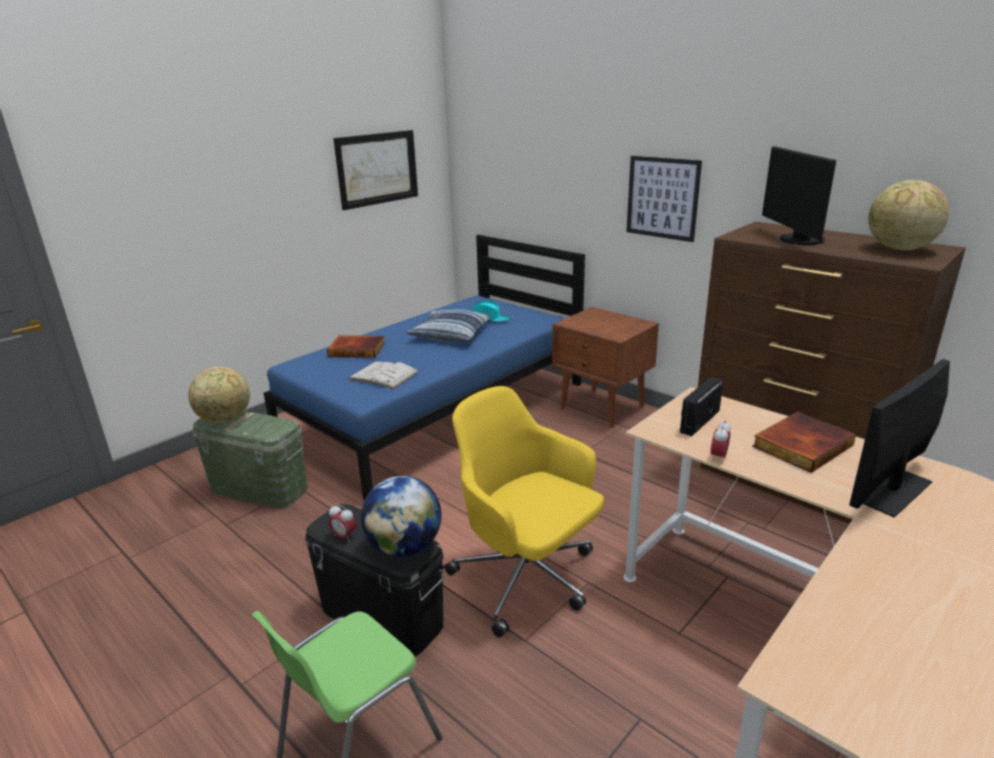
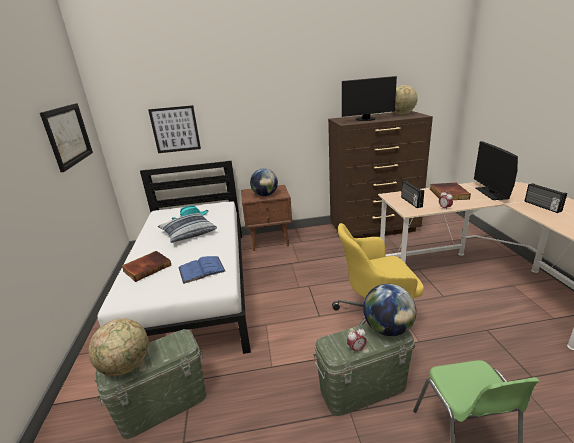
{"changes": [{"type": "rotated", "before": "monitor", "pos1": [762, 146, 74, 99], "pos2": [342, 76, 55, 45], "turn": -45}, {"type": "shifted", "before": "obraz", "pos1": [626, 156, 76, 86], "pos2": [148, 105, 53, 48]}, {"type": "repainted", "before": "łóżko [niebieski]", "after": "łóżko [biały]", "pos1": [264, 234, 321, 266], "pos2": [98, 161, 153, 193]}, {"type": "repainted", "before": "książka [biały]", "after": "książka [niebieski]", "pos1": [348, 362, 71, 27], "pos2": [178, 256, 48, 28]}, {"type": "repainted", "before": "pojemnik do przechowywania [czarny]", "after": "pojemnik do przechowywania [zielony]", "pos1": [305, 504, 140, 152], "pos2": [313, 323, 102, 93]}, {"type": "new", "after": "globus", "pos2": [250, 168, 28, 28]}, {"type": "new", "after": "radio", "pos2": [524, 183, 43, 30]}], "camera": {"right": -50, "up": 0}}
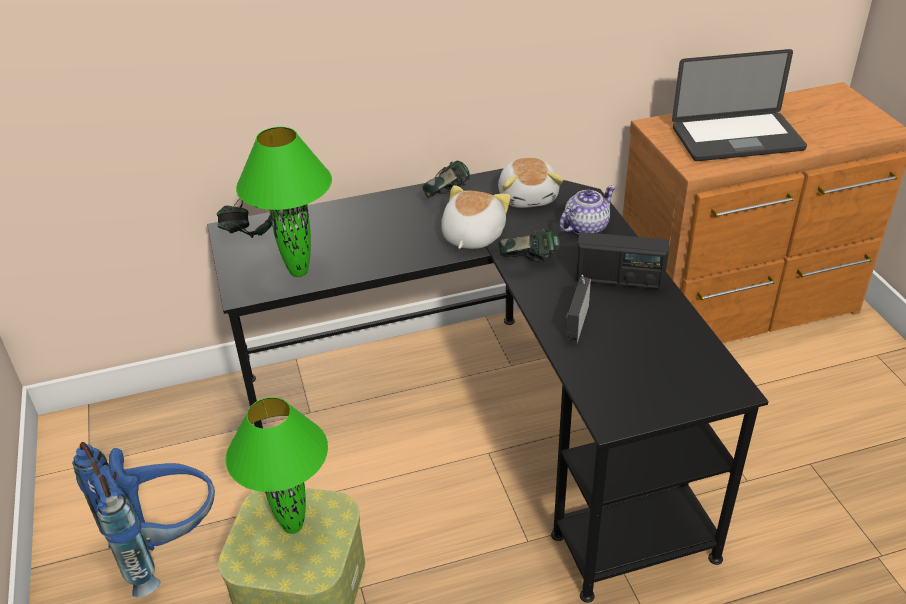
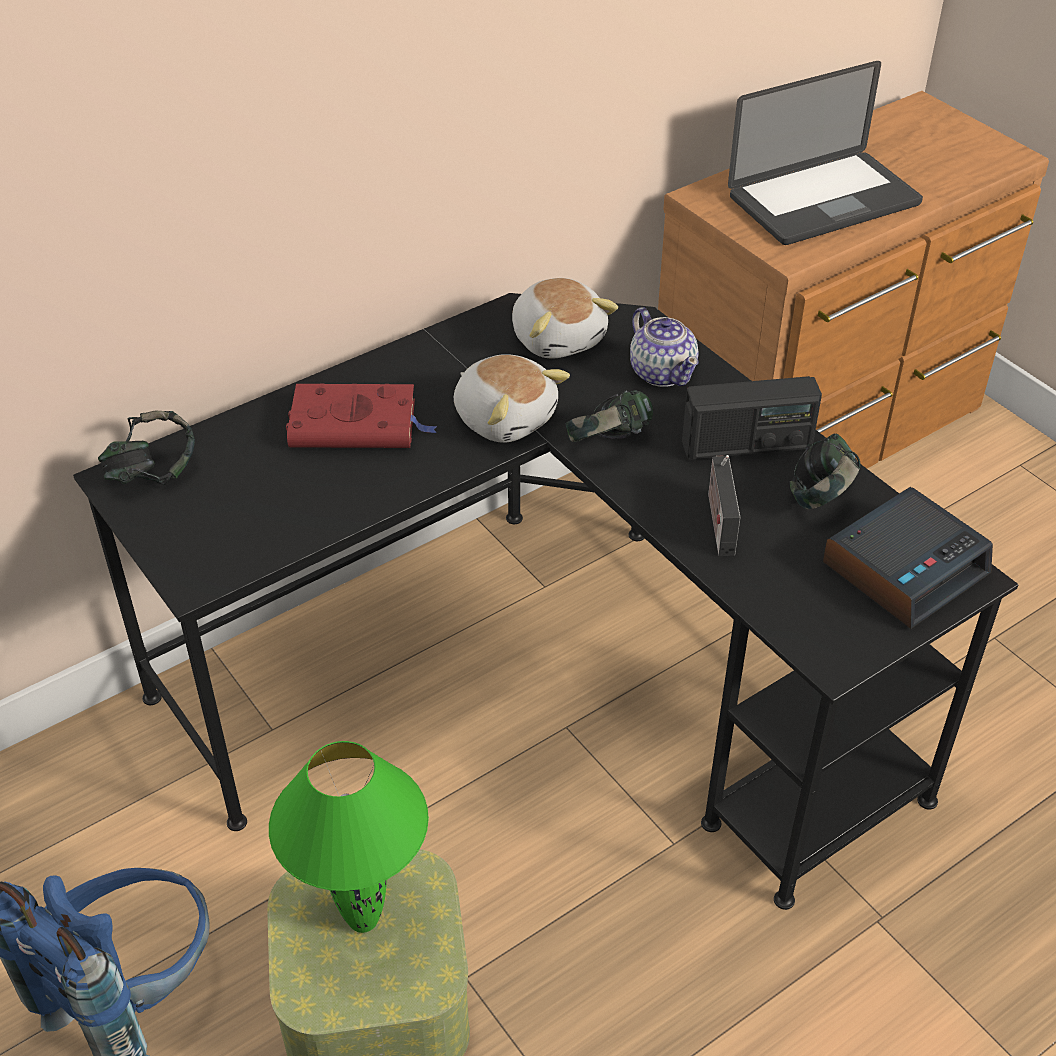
{"changes": [{"type": "gone", "before": "lampa stołowa [zielony]", "pos1": [236, 127, 96, 150]}, {"type": "shifted", "before": "słuchawki", "pos1": [422, 160, 48, 38], "pos2": [789, 434, 72, 75]}, {"type": "rotated", "before": "pluszak", "pos1": [441, 185, 69, 64], "pos2": [454, 354, 116, 89], "turn": 135}, {"type": "rotated", "before": "imbryk", "pos1": [559, 186, 56, 48], "pos2": [630, 307, 68, 80], "turn": 120}, {"type": "new", "after": "książka [czerwony]", "pos2": [286, 384, 151, 64]}, {"type": "new", "after": "budzik", "pos2": [823, 487, 170, 142]}], "camera": {"right": -20, "up": 5}}
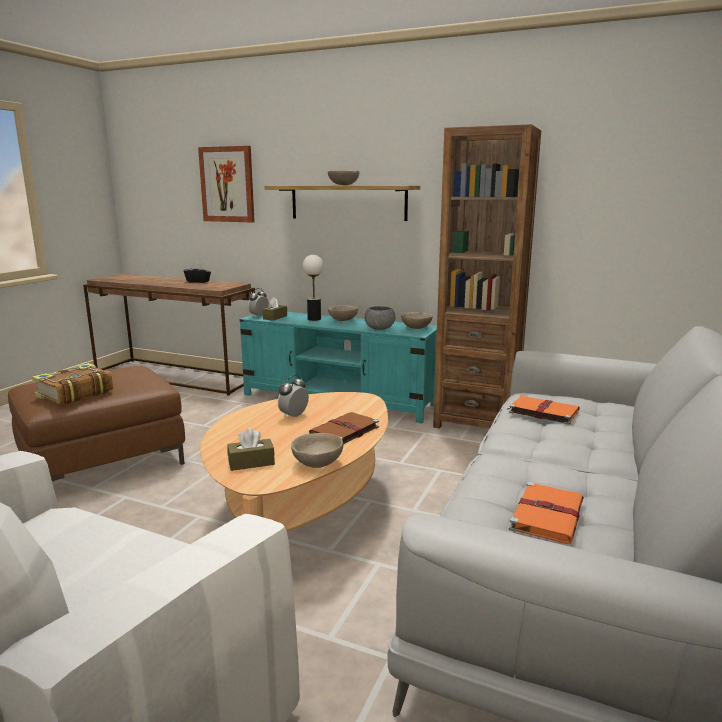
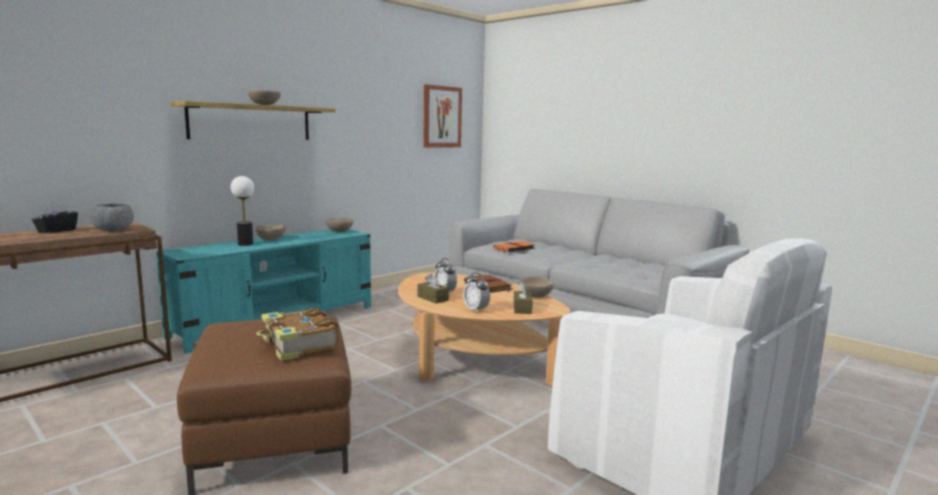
{"changes": [{"type": "gone", "before": "regał [brązowy]", "pos1": [433, 124, 108, 305]}, {"type": "shifted", "before": "obraz", "pos1": [198, 146, 57, 76], "pos2": [423, 85, 39, 63]}, {"type": "shifted", "before": "budzik", "pos1": [248, 288, 21, 29], "pos2": [463, 272, 27, 41]}, {"type": "shifted", "before": "pudełko chusteczek [brązowy]", "pos1": [262, 297, 25, 24], "pos2": [418, 273, 31, 31]}, {"type": "shifted", "before": "miska [szary]", "pos1": [364, 306, 31, 24], "pos2": [90, 203, 44, 28]}, {"type": "gone", "before": "książka [pomarańczowy]", "pos1": [509, 482, 75, 62]}], "camera": {"right": -70, "up": -5}}
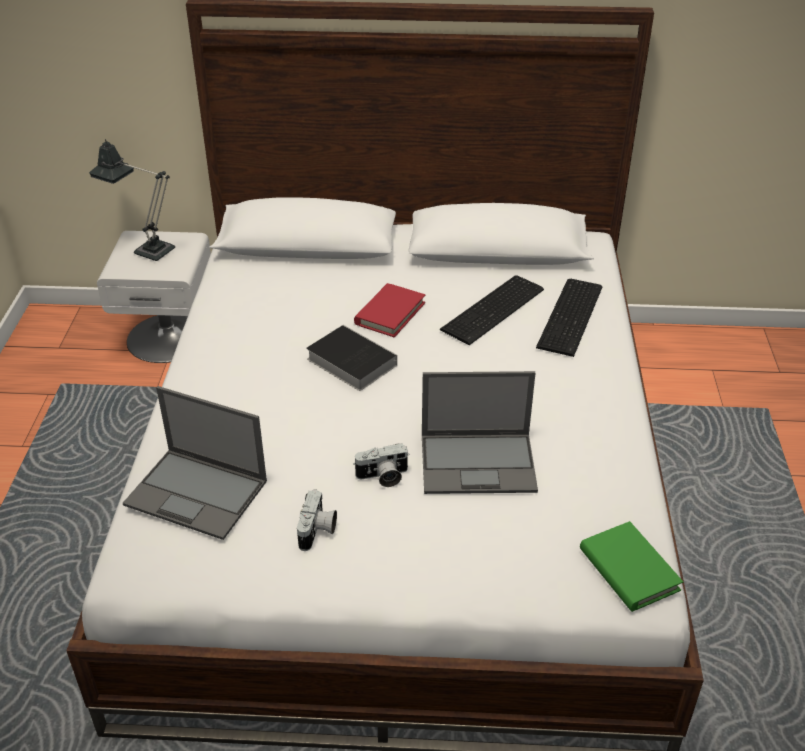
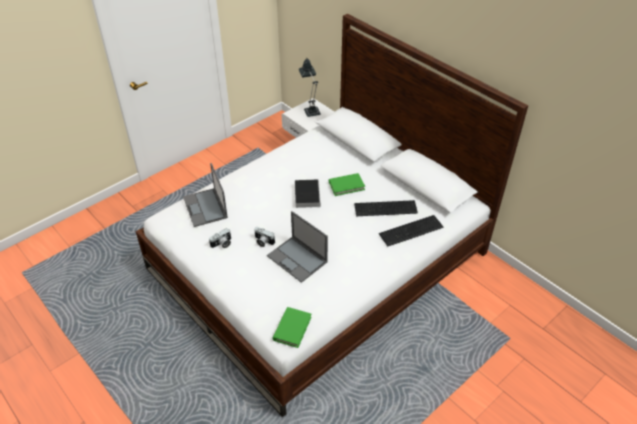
{"changes": [{"type": "repainted", "before": "książka [czerwony]", "after": "książka [zielony]", "pos1": [354, 283, 71, 54], "pos2": [329, 173, 36, 23]}], "camera": {"right": 45, "up": 5}}
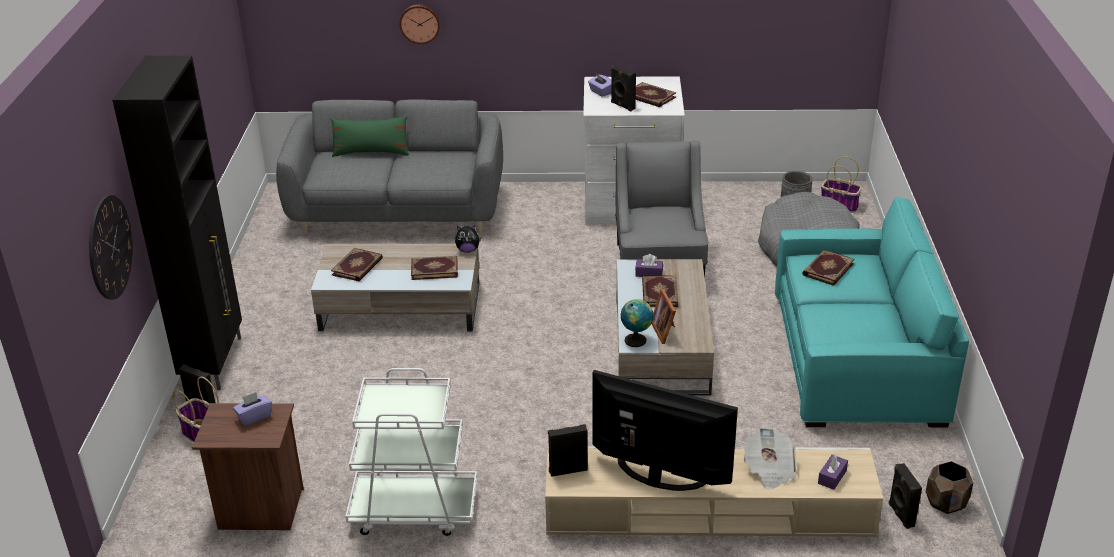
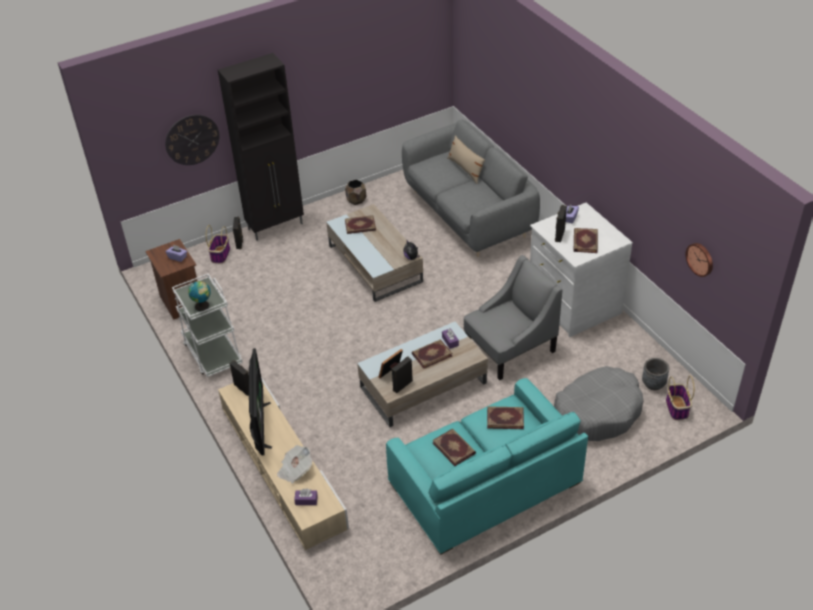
{"changes": [{"type": "shifted", "before": "zegar ścienny", "pos1": [399, 4, 41, 40], "pos2": [686, 243, 27, 34]}, {"type": "repainted", "before": "poduszka [zielony]", "after": "poduszka [beżowy]", "pos1": [331, 116, 78, 41], "pos2": [447, 135, 38, 49]}, {"type": "shifted", "before": "książka", "pos1": [411, 256, 47, 24], "pos2": [432, 428, 44, 38]}, {"type": "shifted", "before": "globus", "pos1": [621, 299, 33, 48], "pos2": [188, 281, 23, 30]}, {"type": "shifted", "before": "donica [brązowy]", "pos1": [926, 461, 47, 53], "pos2": [345, 180, 21, 25]}, {"type": "shifted", "before": "głośnik [czarny]", "pos1": [889, 463, 33, 66], "pos2": [391, 357, 22, 36]}], "camera": {"right": 60, "up": 10}}
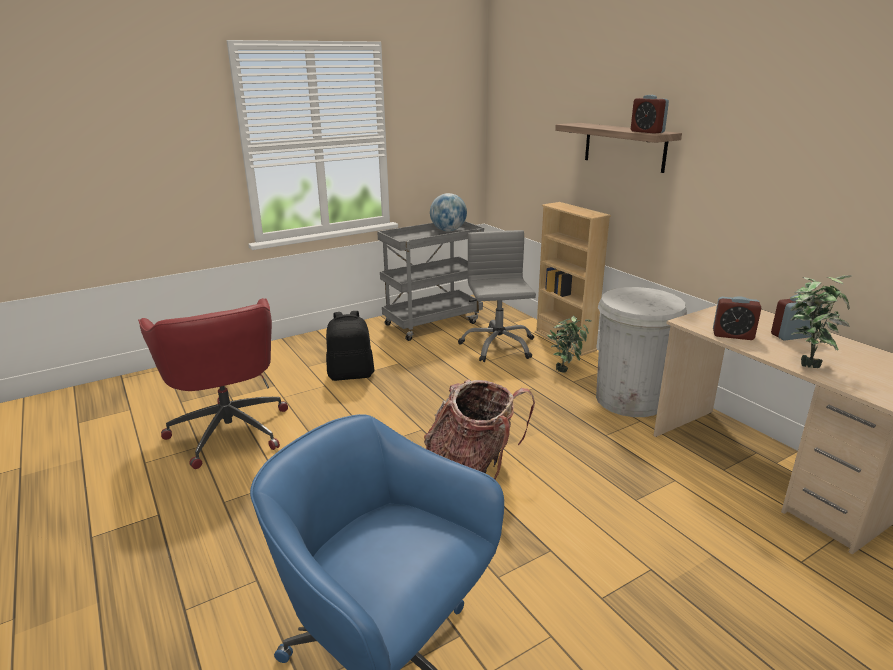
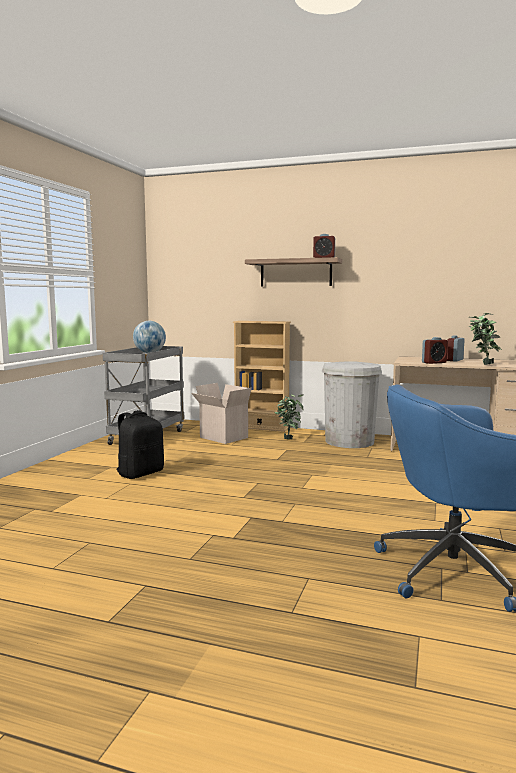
{"changes": [{"type": "swapped", "before": "krzesło biurowe [szary]", "after": "karton", "pos1": [458, 230, 78, 132], "pos2": [191, 383, 61, 61]}, {"type": "gone", "before": "krzesło biurowe [czerwony]", "pos1": [138, 298, 150, 171]}, {"type": "gone", "before": "plecak", "pos1": [424, 379, 111, 100]}], "camera": {"right": -40, "up": -15}}
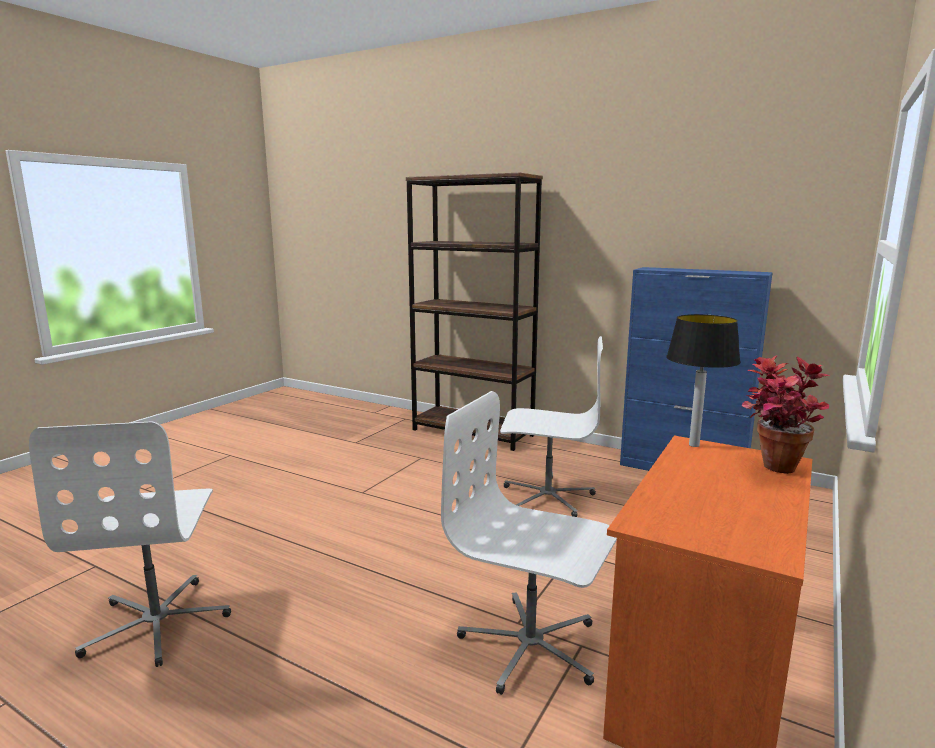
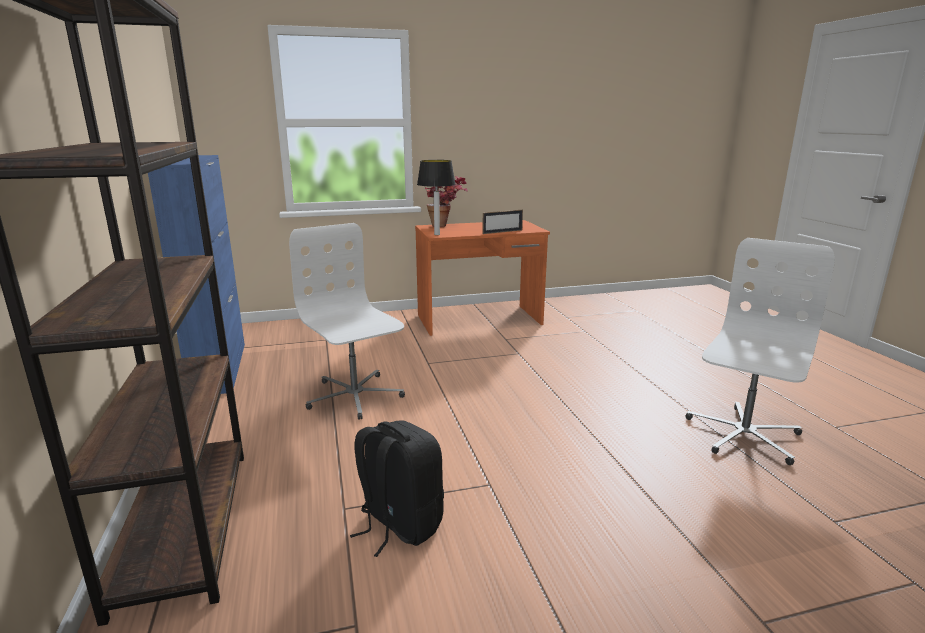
{"changes": [{"type": "gone", "before": "krzesło biurowe [biały]", "pos1": [441, 391, 176, 304]}, {"type": "new", "after": "ramka na zdjęcie", "pos2": [482, 210, 41, 24]}, {"type": "new", "after": "plecak [czarny]", "pos2": [350, 420, 94, 137]}], "camera": {"right": -135, "up": 5}}
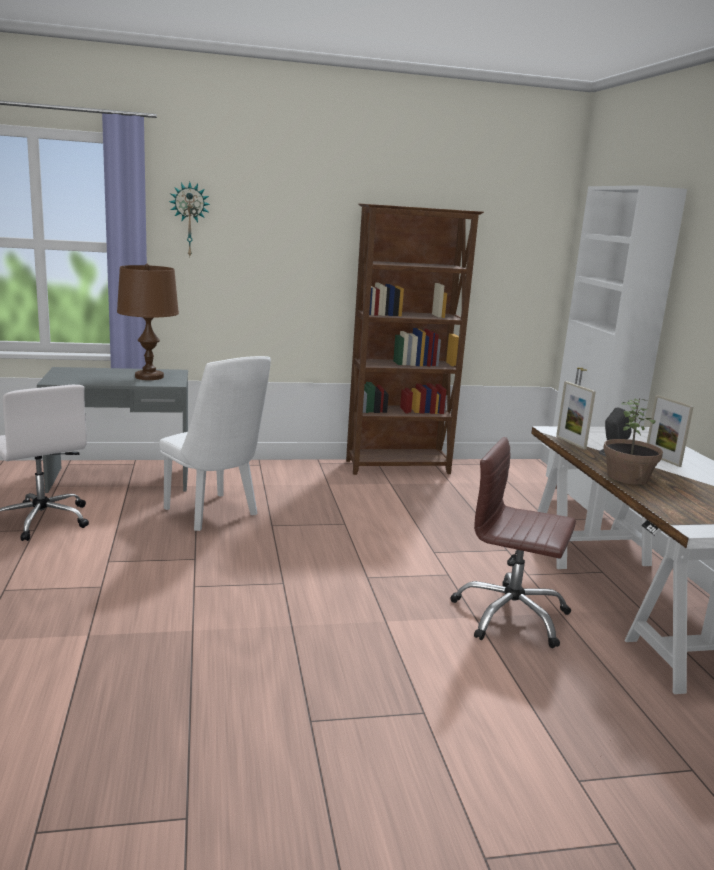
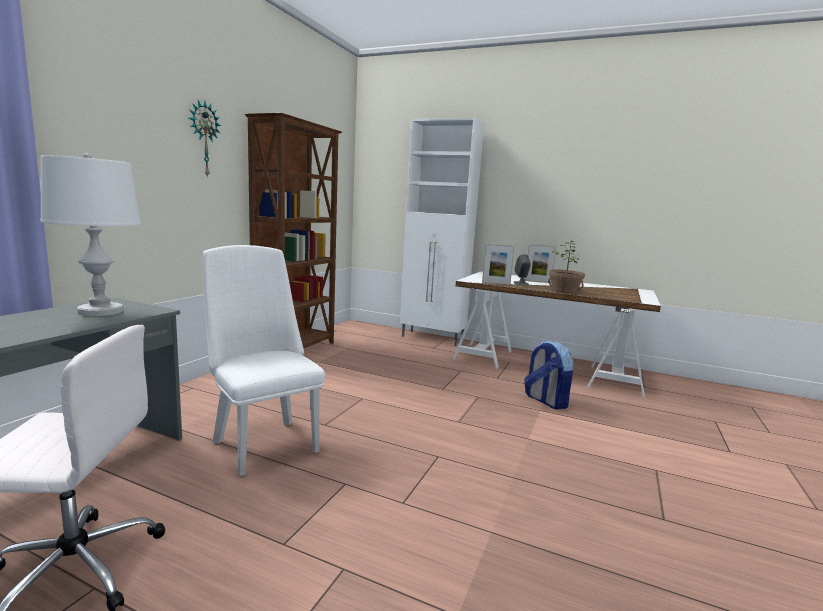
{"changes": [{"type": "shifted", "before": "zegar ścienny", "pos1": [169, 182, 41, 74], "pos2": [189, 100, 32, 77]}, {"type": "repainted", "before": "lampa stołowa [brązowy]", "after": "lampa stołowa [biały]", "pos1": [117, 264, 62, 116], "pos2": [40, 153, 101, 163]}, {"type": "rotated", "before": "krzesło [biały]", "pos1": [159, 356, 112, 175], "pos2": [202, 245, 123, 231], "turn": -120}, {"type": "swapped", "before": "krzesło biurowe [brązowy]", "after": "plecak", "pos1": [450, 437, 126, 211], "pos2": [524, 340, 49, 69]}], "camera": {"right": -55, "up": -5}}
